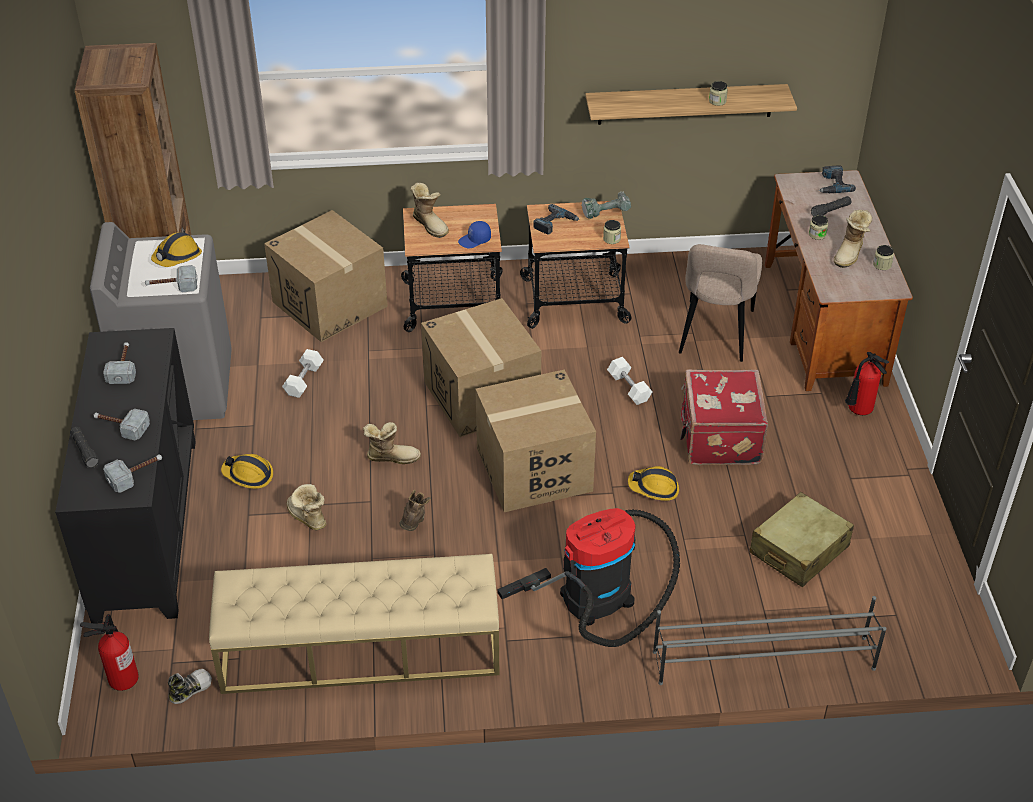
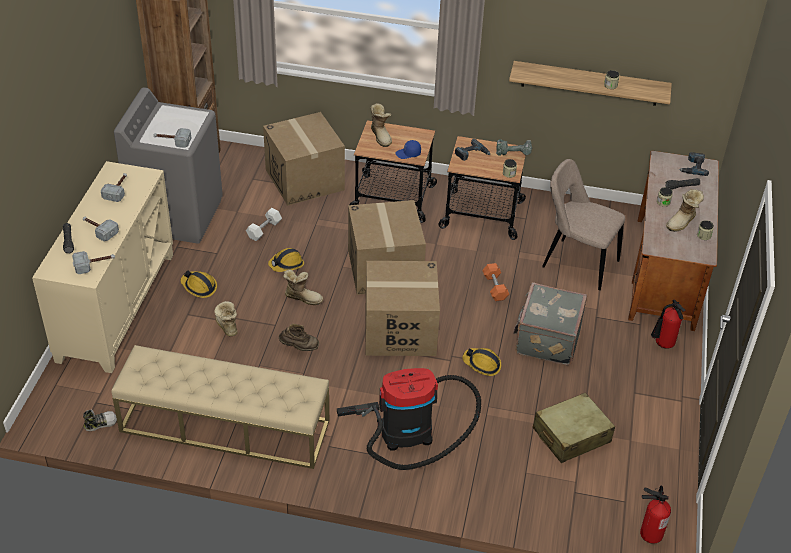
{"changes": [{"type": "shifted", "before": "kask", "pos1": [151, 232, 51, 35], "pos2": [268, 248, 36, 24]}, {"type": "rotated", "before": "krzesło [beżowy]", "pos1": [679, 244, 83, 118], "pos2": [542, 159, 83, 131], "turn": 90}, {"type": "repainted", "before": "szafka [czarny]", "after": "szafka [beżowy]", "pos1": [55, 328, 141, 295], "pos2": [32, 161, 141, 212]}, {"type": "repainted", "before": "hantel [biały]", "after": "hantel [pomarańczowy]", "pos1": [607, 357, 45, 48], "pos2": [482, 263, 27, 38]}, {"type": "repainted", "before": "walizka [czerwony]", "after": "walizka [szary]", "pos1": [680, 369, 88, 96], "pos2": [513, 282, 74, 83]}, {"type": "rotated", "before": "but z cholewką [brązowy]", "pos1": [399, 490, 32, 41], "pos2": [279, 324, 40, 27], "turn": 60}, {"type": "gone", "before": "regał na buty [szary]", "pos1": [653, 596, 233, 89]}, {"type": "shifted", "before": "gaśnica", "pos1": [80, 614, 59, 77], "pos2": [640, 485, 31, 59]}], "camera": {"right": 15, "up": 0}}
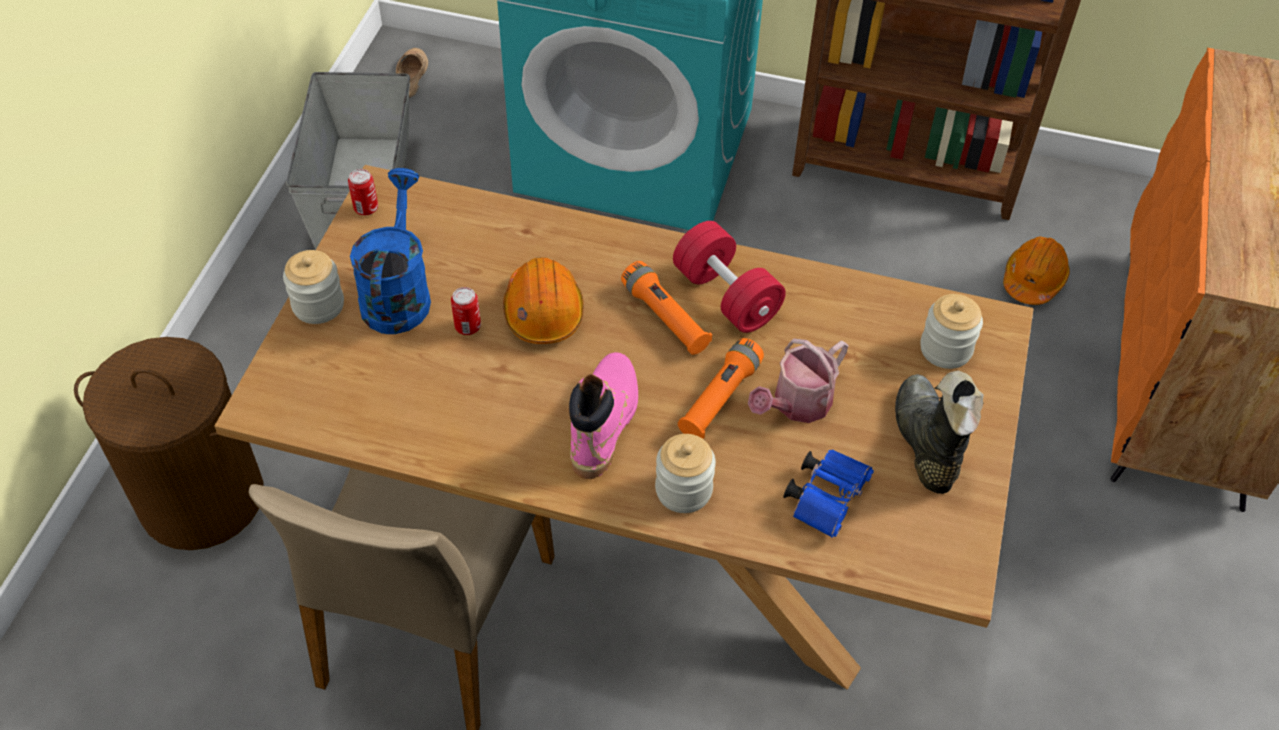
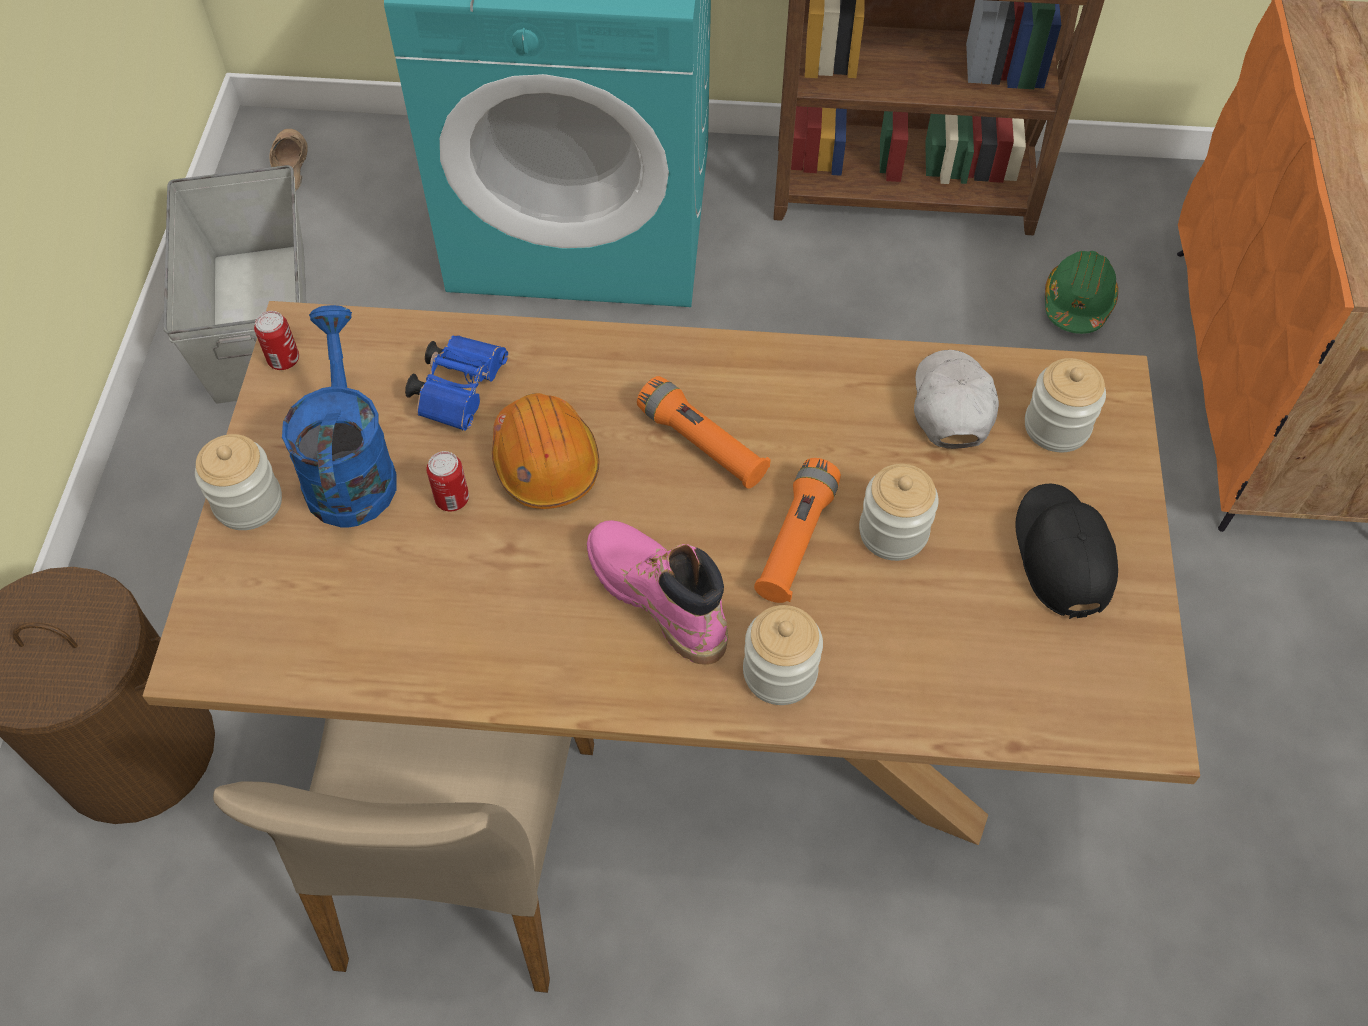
{"changes": [{"type": "gone", "before": "hantel [czerwony]", "pos1": [673, 221, 113, 112]}, {"type": "repainted", "before": "kask [pomarańczowy]", "after": "kask [zielony]", "pos1": [1003, 236, 67, 69], "pos2": [1045, 251, 73, 83]}, {"type": "swapped", "before": "konewka", "after": "słoik", "pos1": [748, 339, 101, 84], "pos2": [859, 464, 80, 97]}, {"type": "rotated", "before": "but z cholewką [różowy]", "pos1": [569, 352, 69, 127], "pos2": [587, 520, 141, 145], "turn": -45}, {"type": "swapped", "before": "but z cholewką [czarny]", "after": "czapka z daszkiem [czarny]", "pos1": [895, 370, 89, 124], "pos2": [1015, 484, 103, 135]}, {"type": "shifted", "before": "lornetka [niebieski]", "pos1": [783, 449, 91, 89], "pos2": [405, 335, 103, 96]}, {"type": "new", "after": "czapka z daszkiem [biały]", "pos2": [914, 350, 85, 99]}], "camera": {"right": -10, "up": 5}}
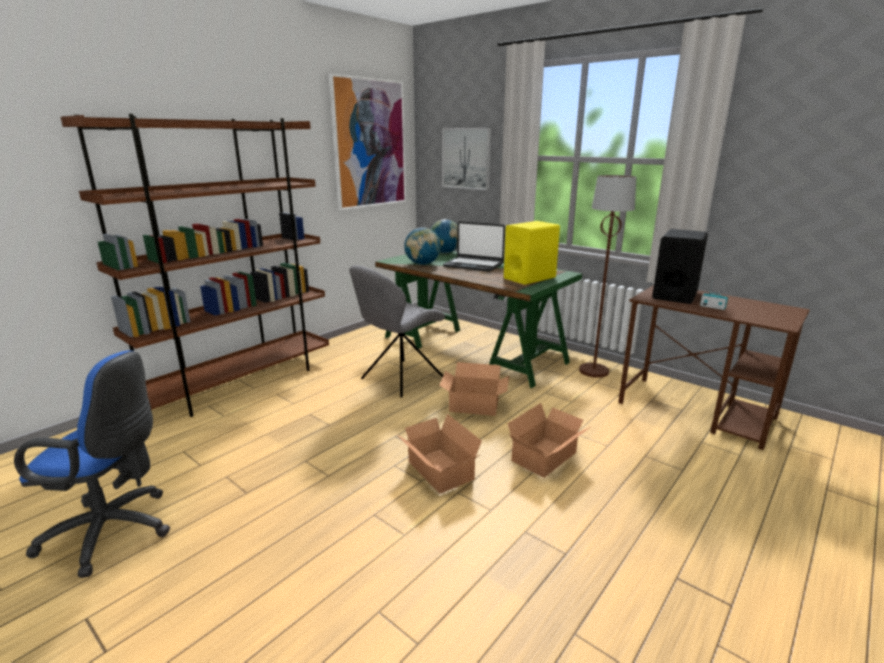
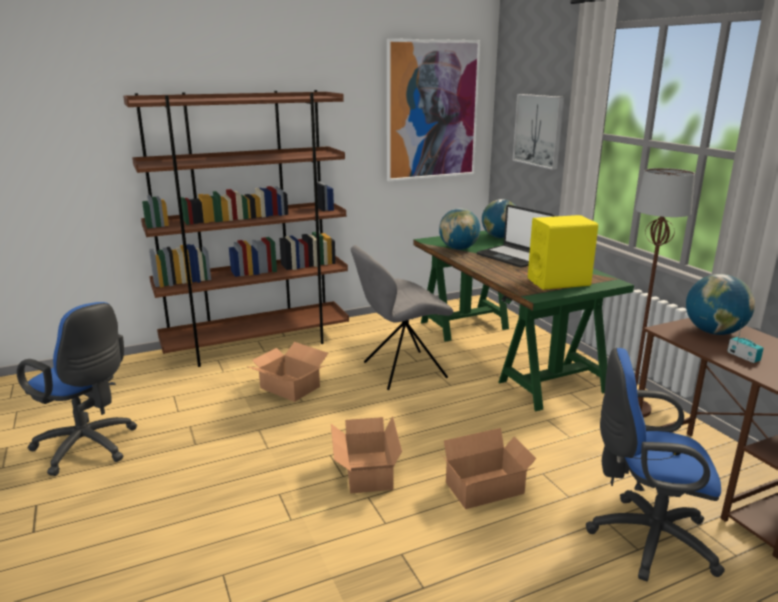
{"changes": [{"type": "swapped", "before": "głośnik [czarny]", "after": "globus", "pos1": [652, 229, 56, 75], "pos2": [686, 274, 69, 61]}, {"type": "shifted", "before": "karton", "pos1": [439, 362, 70, 54], "pos2": [246, 342, 82, 60]}, {"type": "new", "after": "krzesło biurowe [niebieski]", "pos2": [586, 348, 139, 233]}], "camera": {"right": 25, "up": 0}}
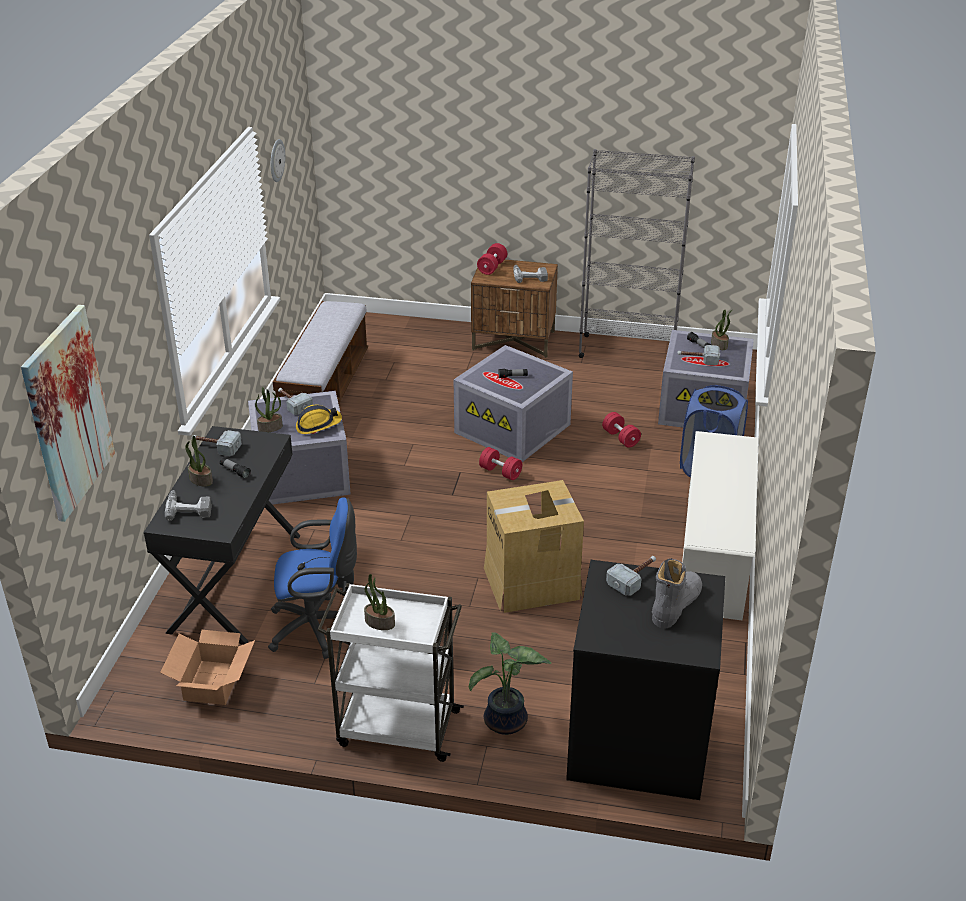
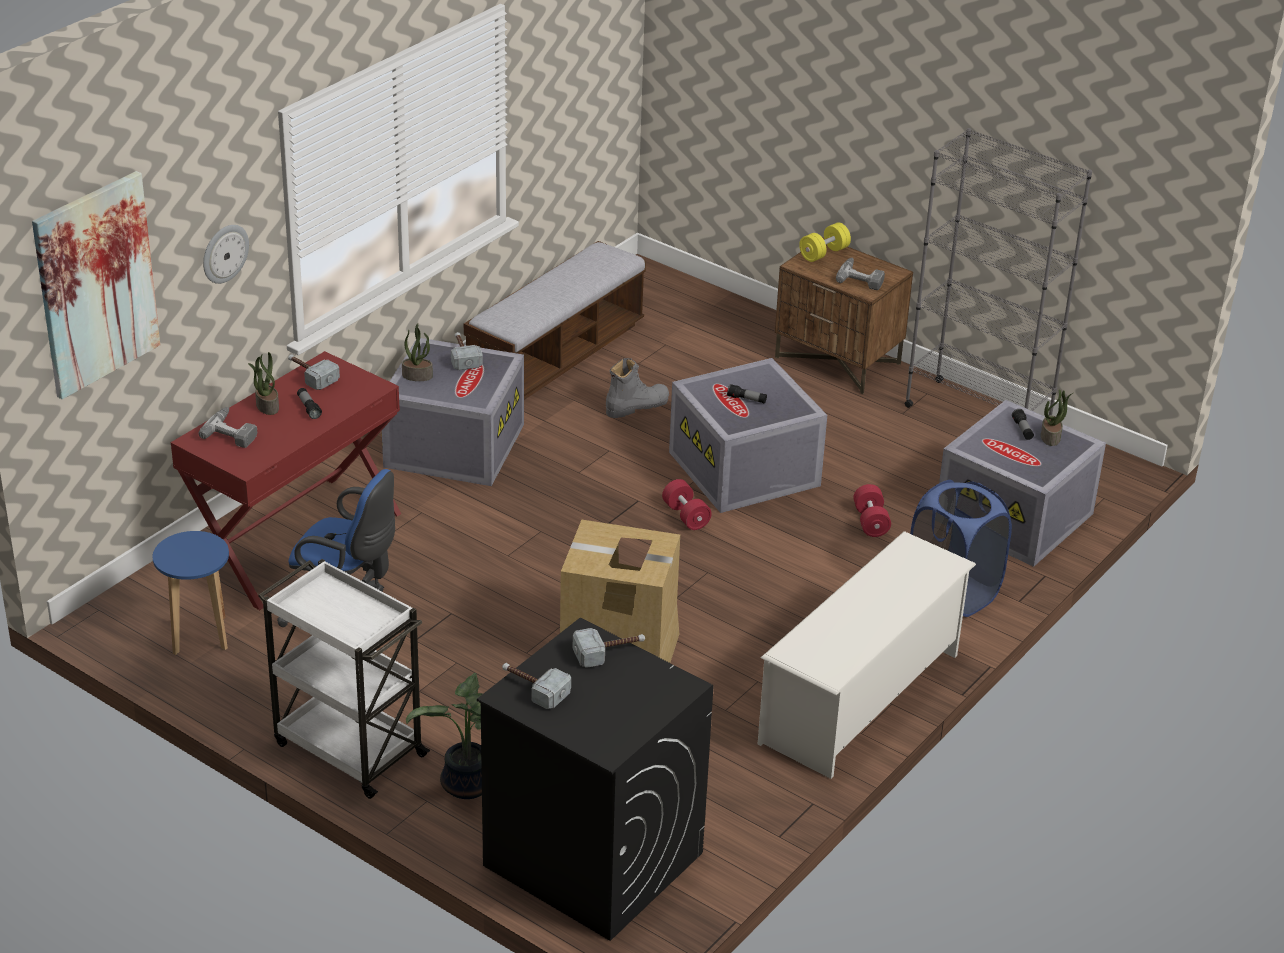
{"changes": [{"type": "shifted", "before": "zegar ścienny", "pos1": [271, 139, 14, 43], "pos2": [203, 225, 46, 59]}, {"type": "repainted", "before": "hantel [czerwony]", "after": "hantel [żółty]", "pos1": [477, 243, 30, 32], "pos2": [799, 222, 52, 40]}, {"type": "shifted", "before": "młotek", "pos1": [677, 345, 43, 20], "pos2": [502, 663, 69, 46]}, {"type": "gone", "before": "kask", "pos1": [296, 405, 46, 29]}, {"type": "repainted", "before": "biurko [czarny]", "after": "biurko [czerwony]", "pos1": [144, 426, 156, 219], "pos2": [171, 351, 230, 259]}, {"type": "shifted", "before": "but z cholewką [szary]", "pos1": [652, 558, 50, 70], "pos2": [606, 358, 63, 60]}, {"type": "gone", "before": "roślina doniczkowa", "pos1": [364, 574, 31, 56]}, {"type": "swapped", "before": "karton", "after": "stołek [niebieski]", "pos1": [160, 630, 95, 75], "pos2": [153, 531, 76, 124]}], "camera": {"right": 25, "up": 0}}
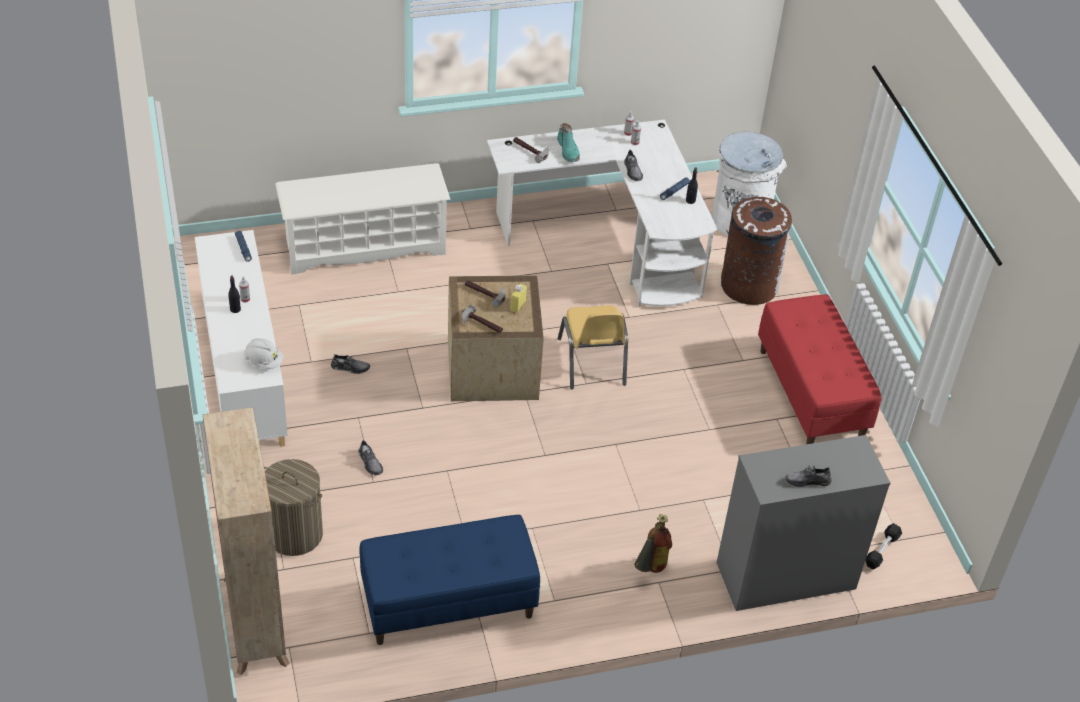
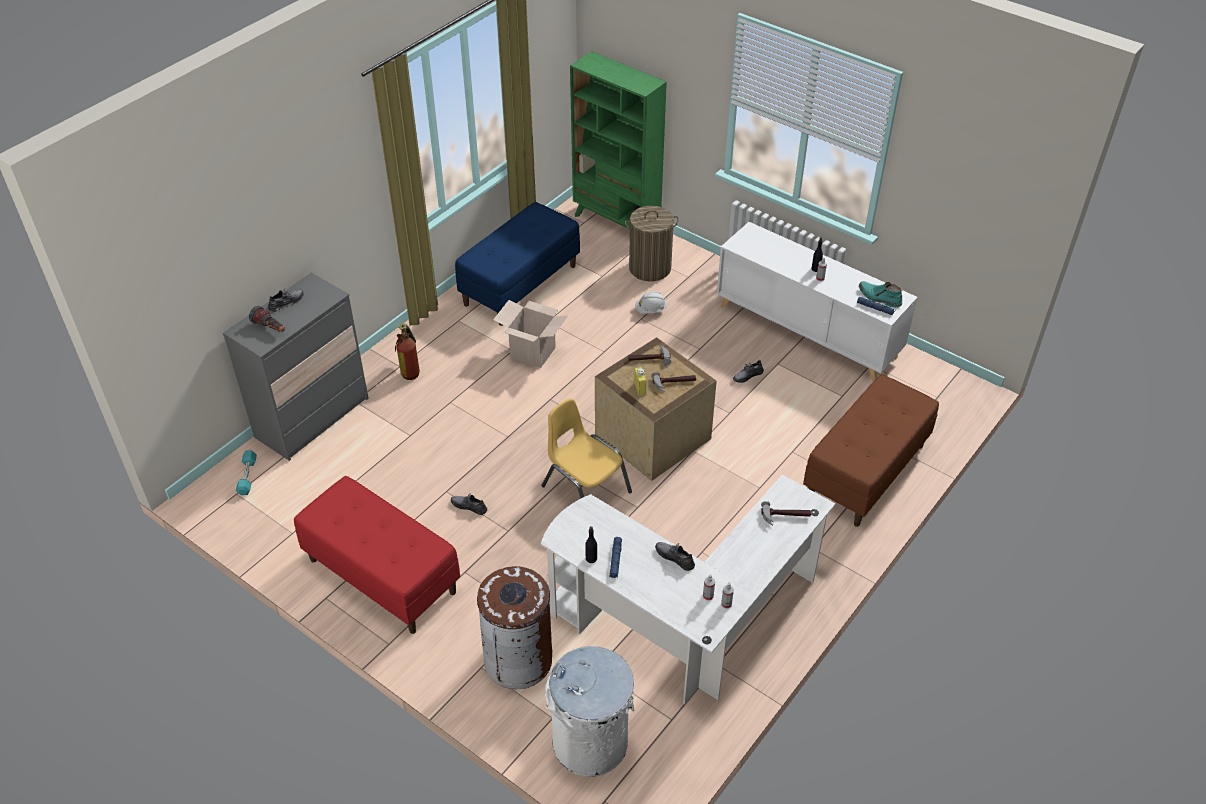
{"changes": [{"type": "shifted", "before": "but z cholewką [turkusowy]", "pos1": [557, 123, 23, 39], "pos2": [859, 281, 43, 27]}, {"type": "swapped", "before": "regał na buty [biały]", "after": "ławka [brązowy]", "pos1": [275, 163, 176, 112], "pos2": [803, 374, 136, 153]}, {"type": "shifted", "before": "kask [biały]", "pos1": [244, 338, 39, 31], "pos2": [635, 291, 32, 22]}, {"type": "repainted", "before": "regał [beżowy]", "after": "regał [zielony]", "pos1": [203, 407, 86, 268], "pos2": [570, 51, 97, 177]}, {"type": "shifted", "before": "but [szary]", "pos1": [358, 440, 25, 35], "pos2": [451, 493, 36, 22]}, {"type": "repainted", "before": "hantel [czarny]", "after": "hantel [turkusowy]", "pos1": [865, 523, 37, 46], "pos2": [236, 450, 21, 45]}, {"type": "new", "after": "karton", "pos2": [493, 300, 75, 68]}, {"type": "new", "after": "latarka", "pos2": [249, 306, 36, 26]}], "camera": {"right": 145, "up": 0}}
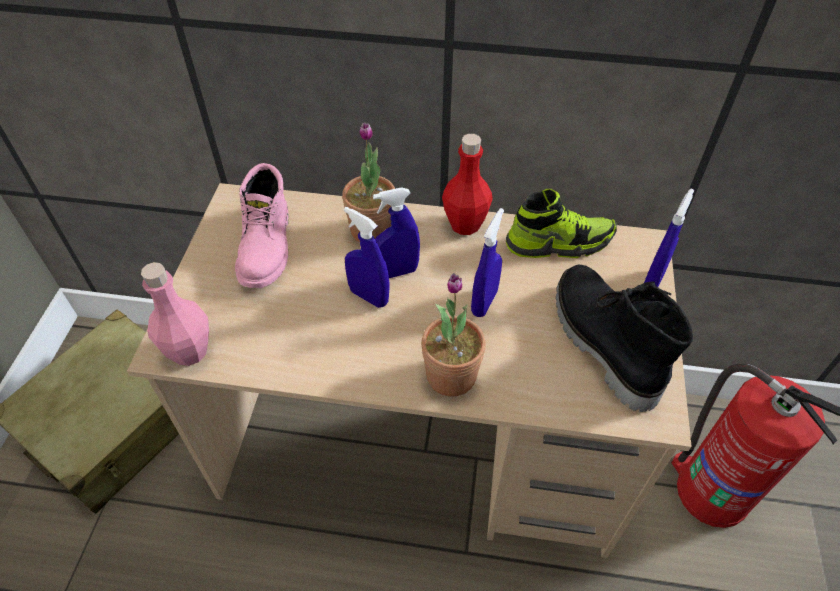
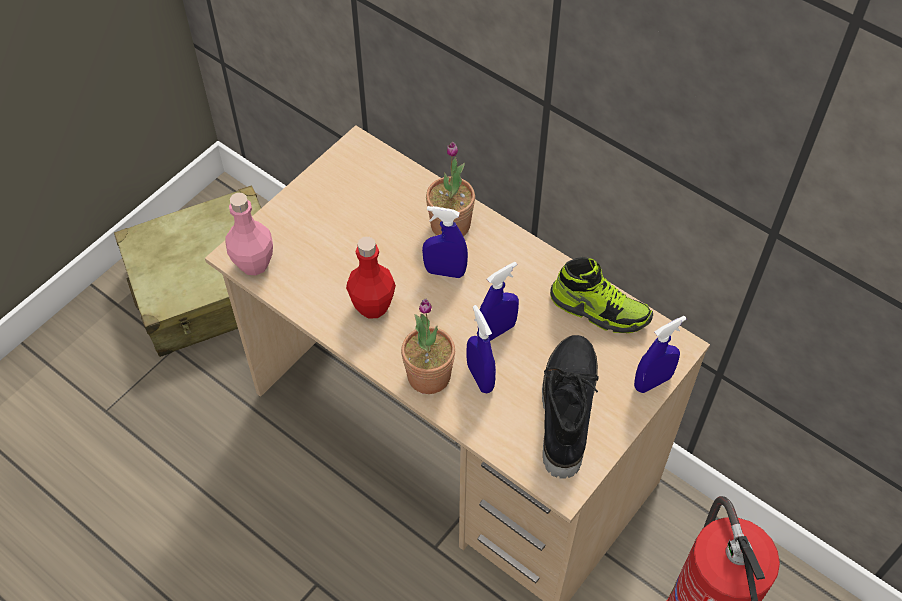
{"changes": [{"type": "shifted", "before": "butelka [czerwony]", "pos1": [442, 134, 51, 101], "pos2": [346, 237, 50, 82]}, {"type": "gone", "before": "but z cholewką [różowy]", "pos1": [235, 163, 54, 125]}, {"type": "shifted", "before": "spryskiwacz [niebieski]", "pos1": [344, 207, 46, 101], "pos2": [467, 305, 29, 88]}], "camera": {"right": 30, "up": 5}}
